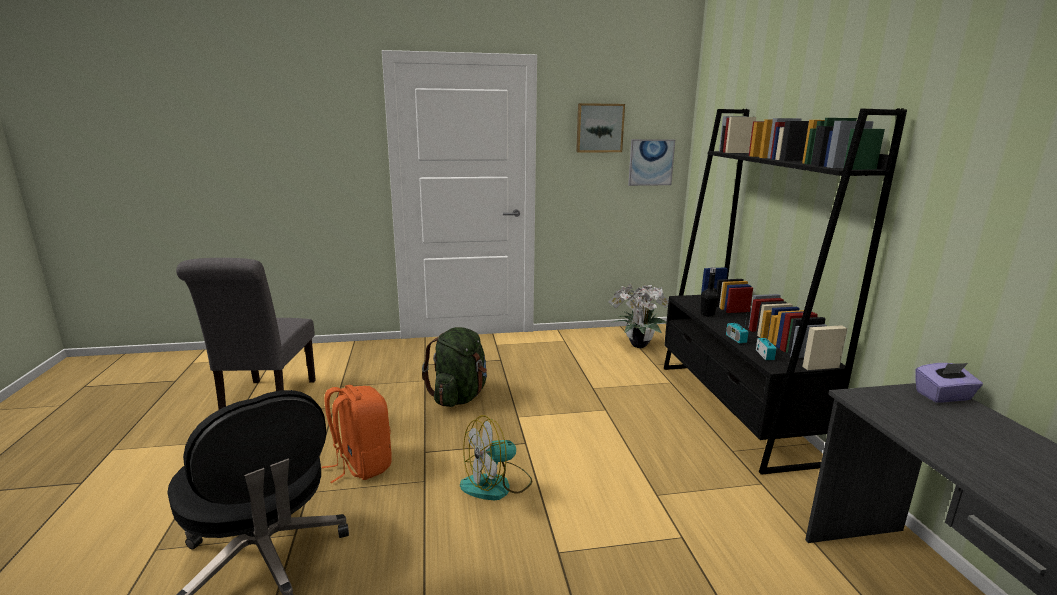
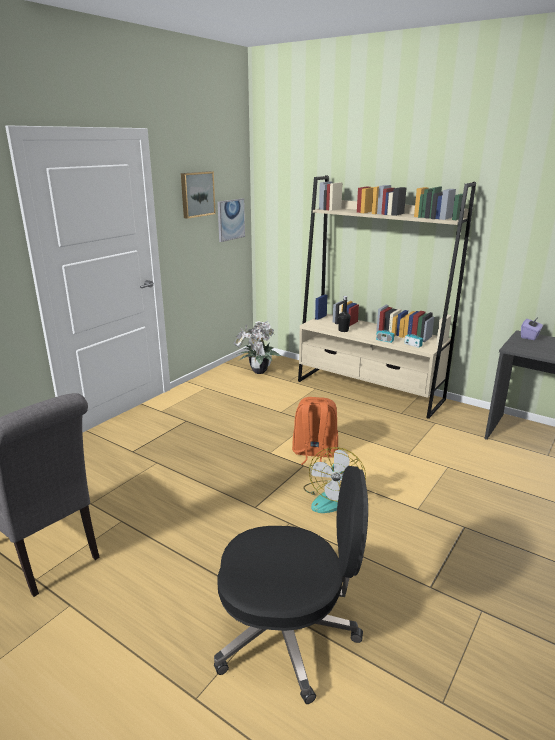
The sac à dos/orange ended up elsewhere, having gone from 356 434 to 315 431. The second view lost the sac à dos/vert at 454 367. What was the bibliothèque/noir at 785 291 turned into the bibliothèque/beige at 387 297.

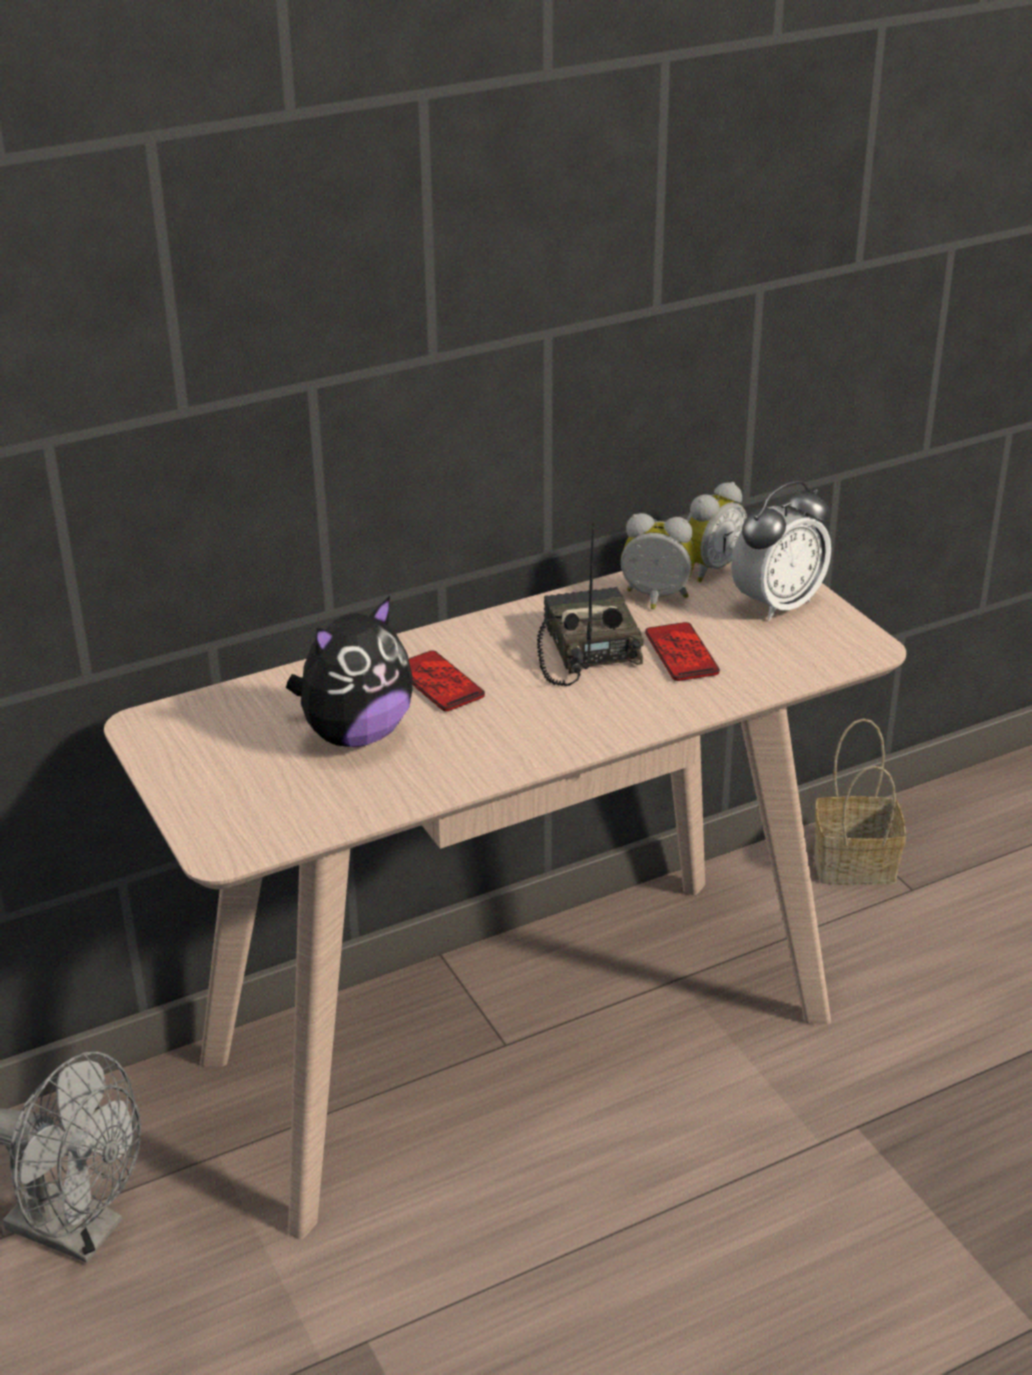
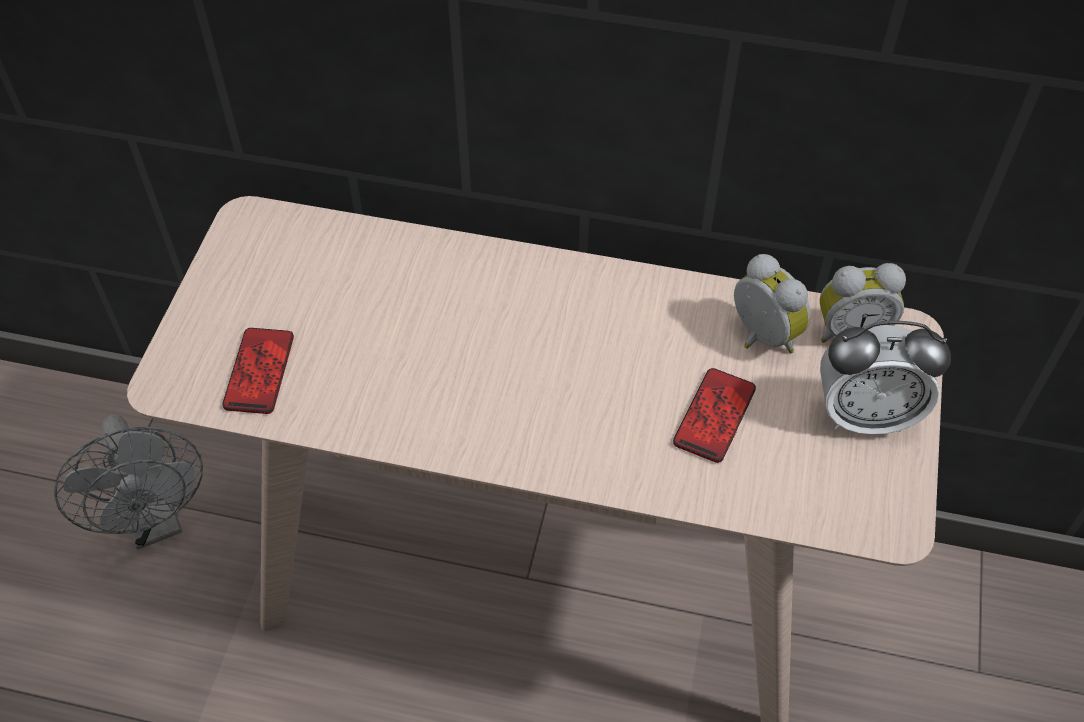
The second view lost the peluche at 349 671. The téléphone ended up elsewhere, having gone from 447 681 to 258 371. The second view lost the radio at 590 604. The second view lost the panier at 860 802.

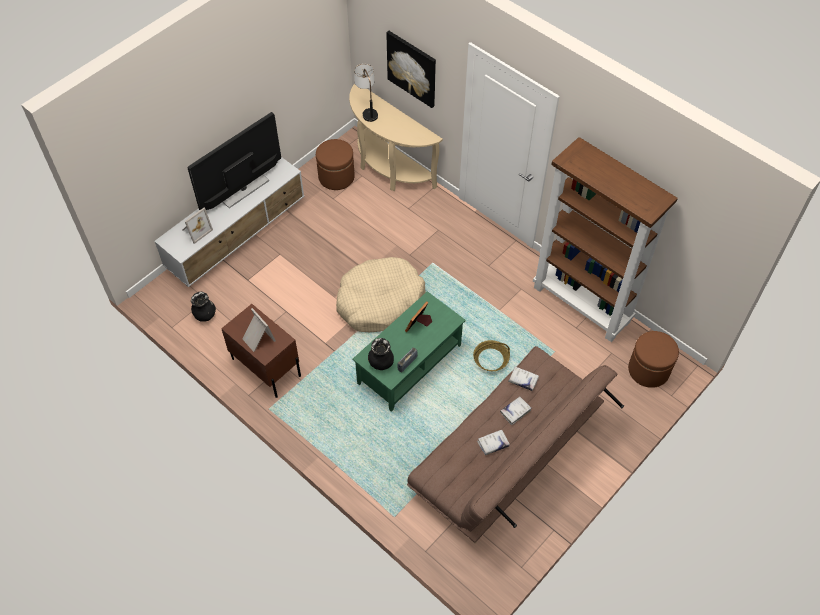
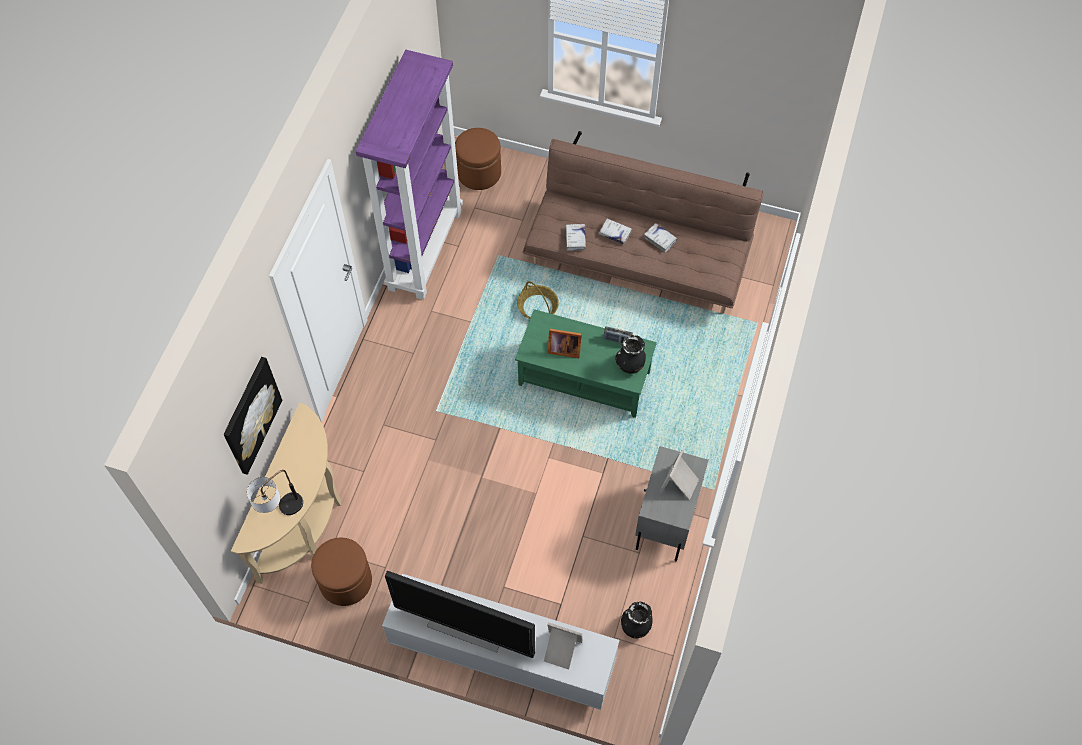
What was the table de chevet/marron at 261 351 turned into the table de chevet/gris at 671 503. The second view lost the panier pour chien/beige at 381 294. What was the bibliothèque/marron at 605 239 turned into the bibliothèque/violet at 409 175.

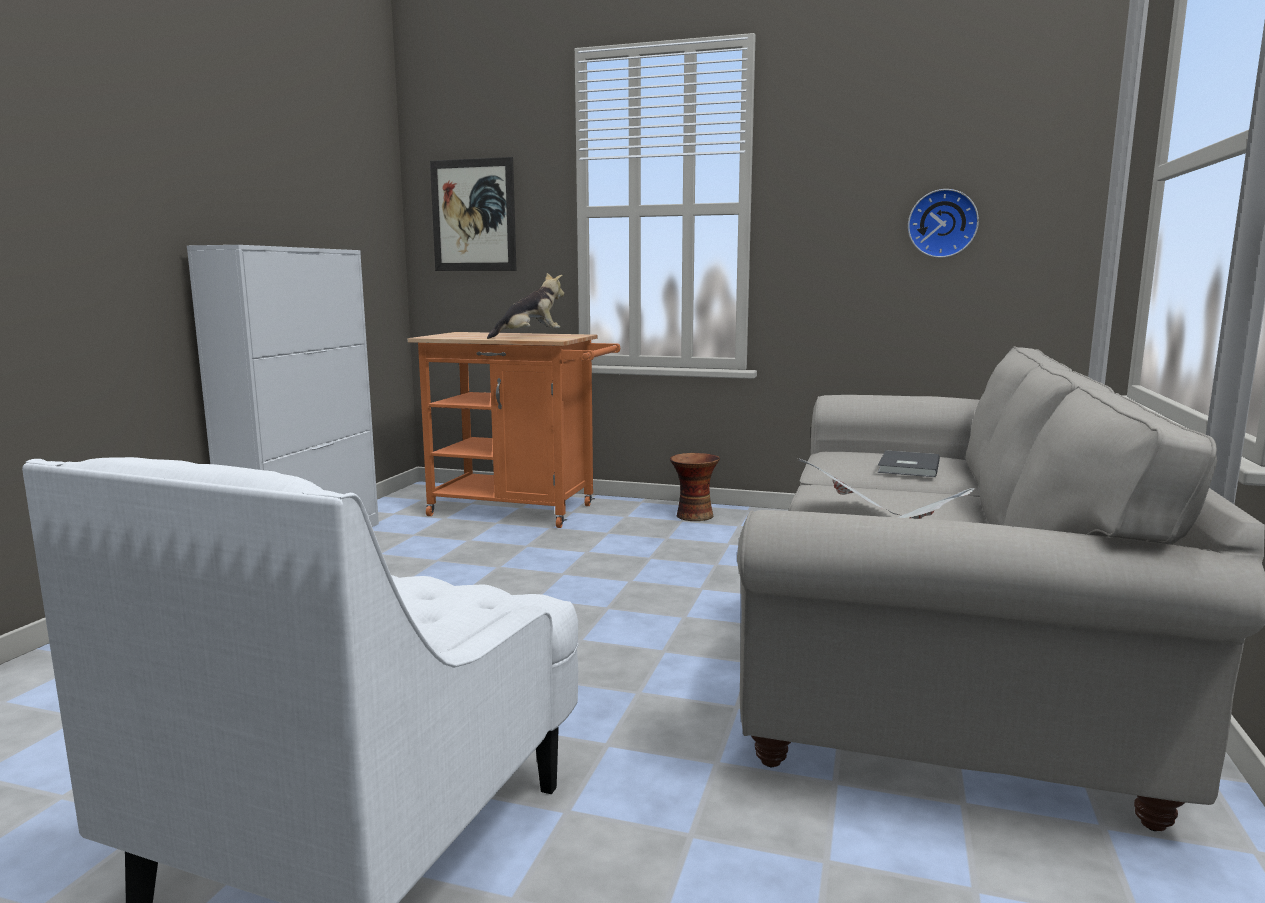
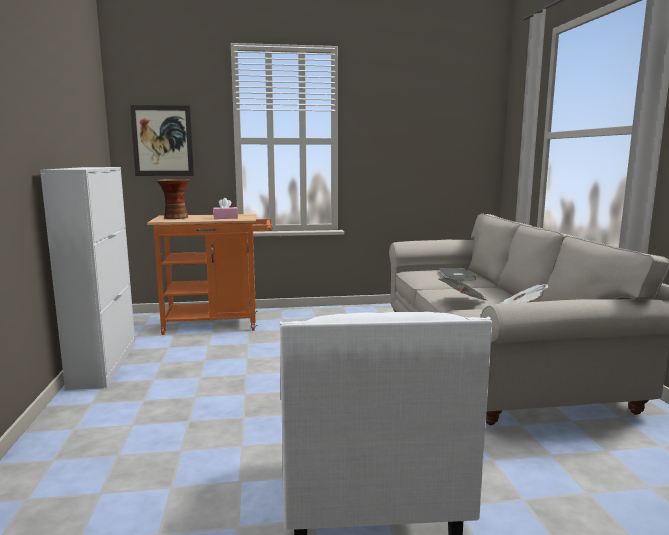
Where the peluche stood at 525 306, the boîte à mouchoirs/rose came to stand at 225 208. The vase ended up elsewhere, having gone from 695 487 to 173 199. The second view lost the horloge murale at 943 223.

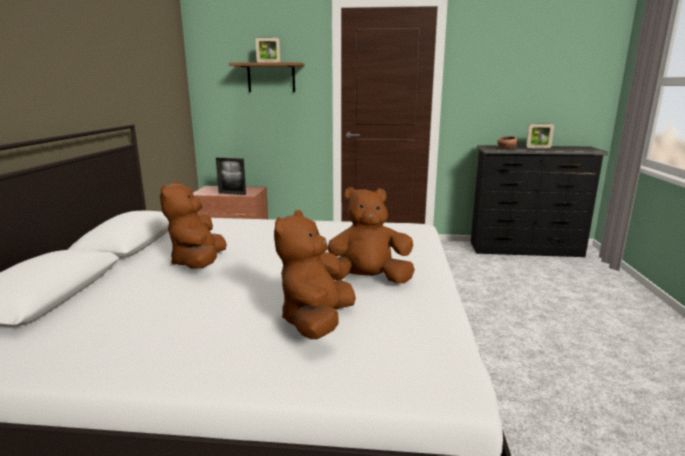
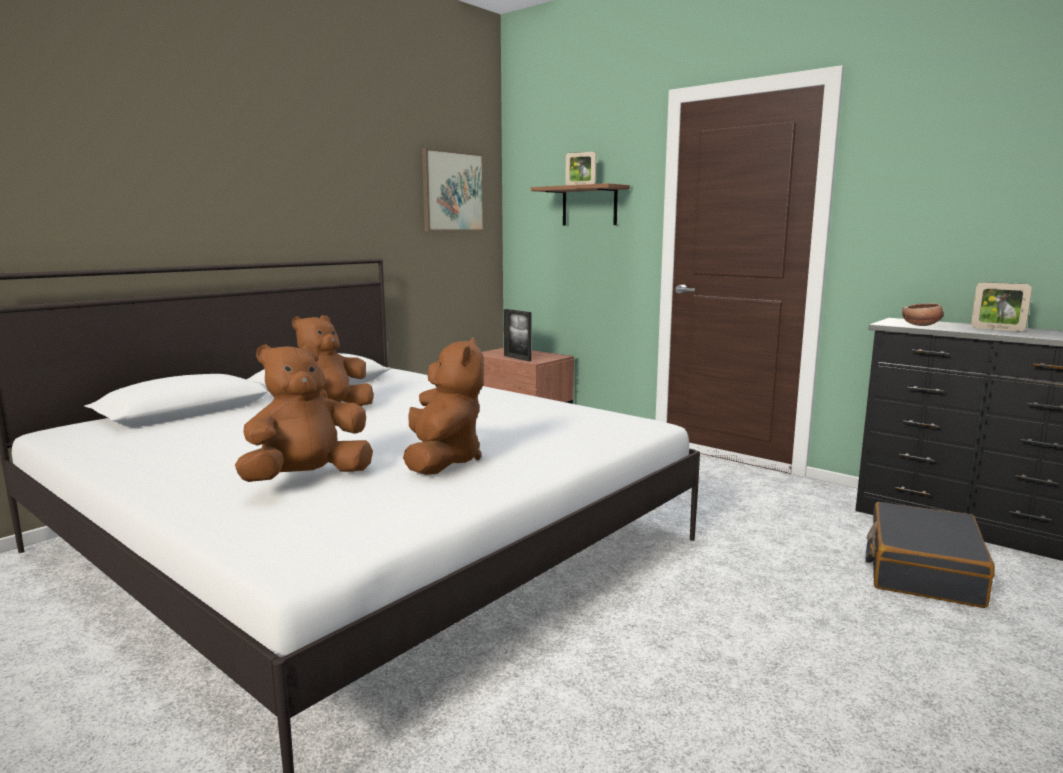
The peluche/marron at 371 235 ended up facing another way, 60 degrees clockwise from before. The second view gained the tableau at 453 189. The second view gained the valise/noir at 930 555.

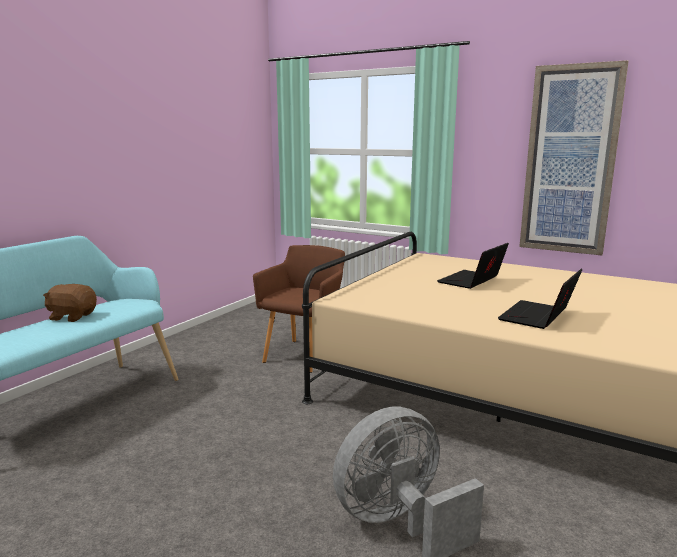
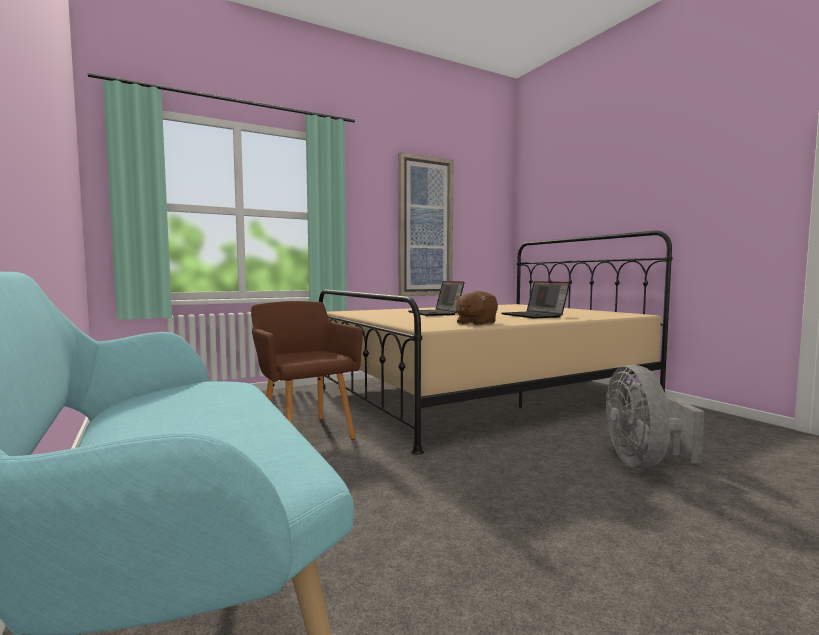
The peluche/marron ended up elsewhere, having gone from 70 303 to 476 308.

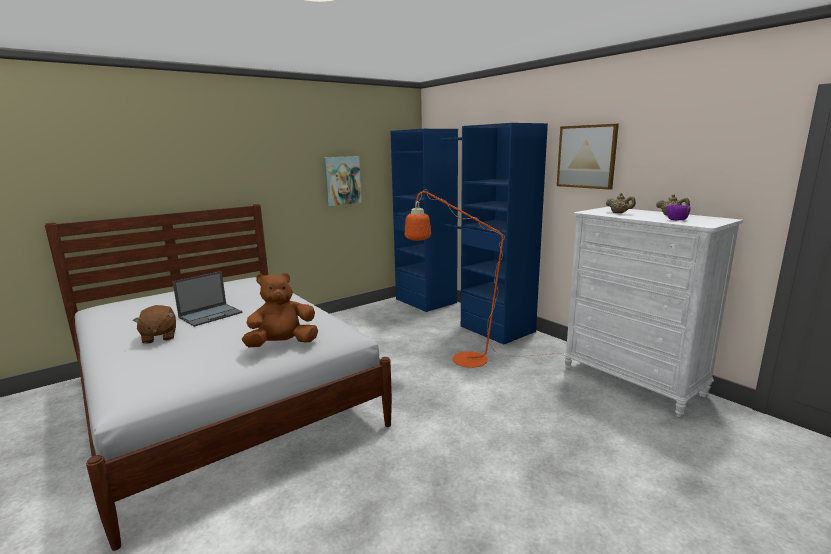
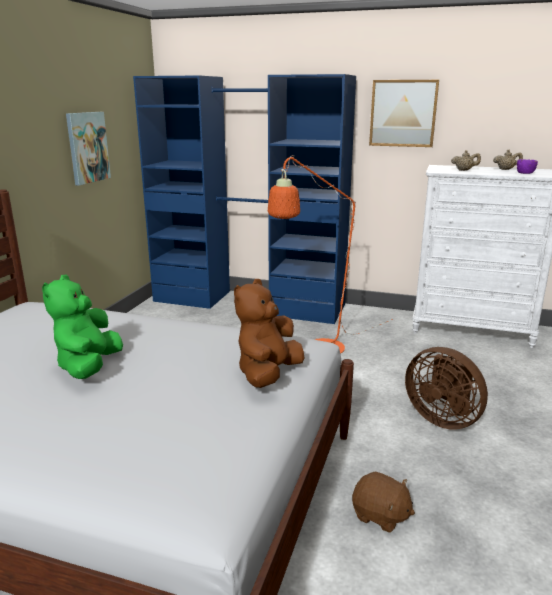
The peluche/marron ended up elsewhere, having gone from 154 324 to 383 502. Where the ordinateur portable stood at 207 299, the peluche/vert came to stand at 82 327. The second view gained the ventilateur/marron at 446 388.

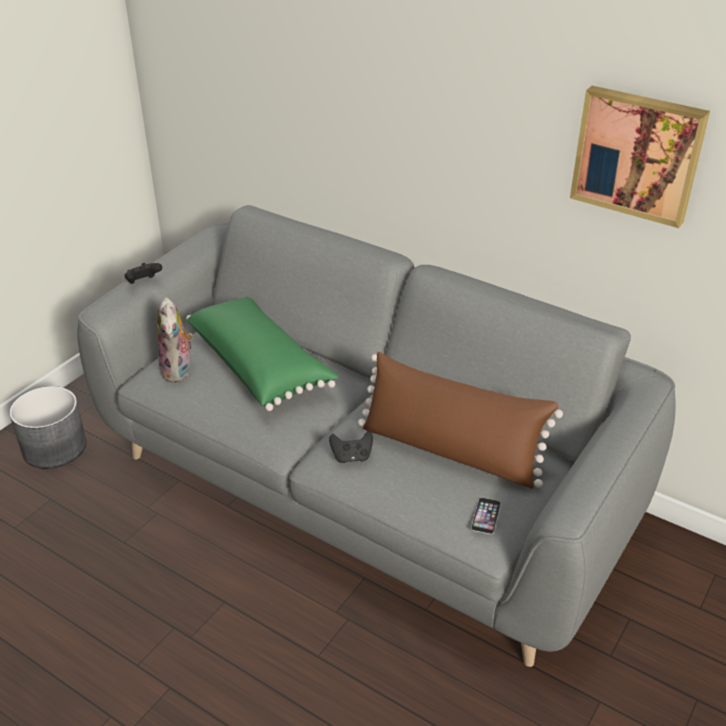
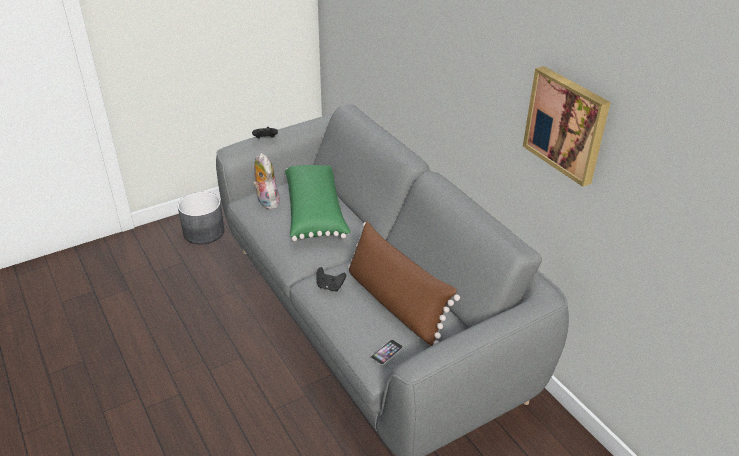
The peluche at 175 340 ended up facing another way, 135 degrees clockwise from before.

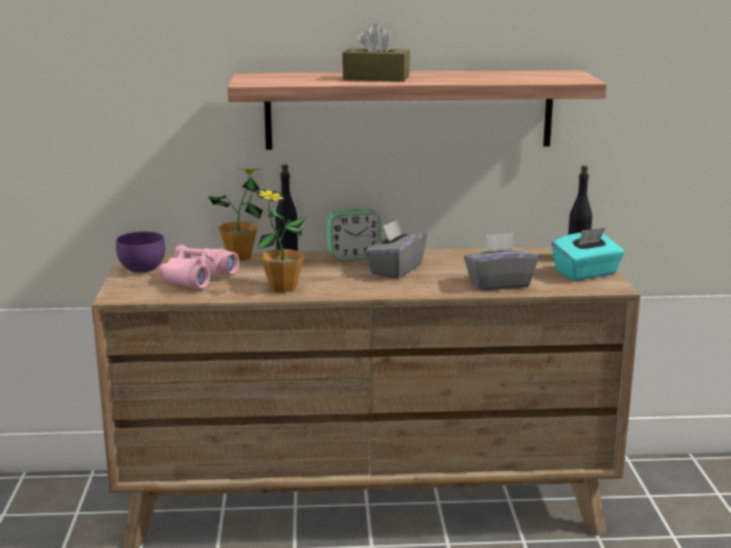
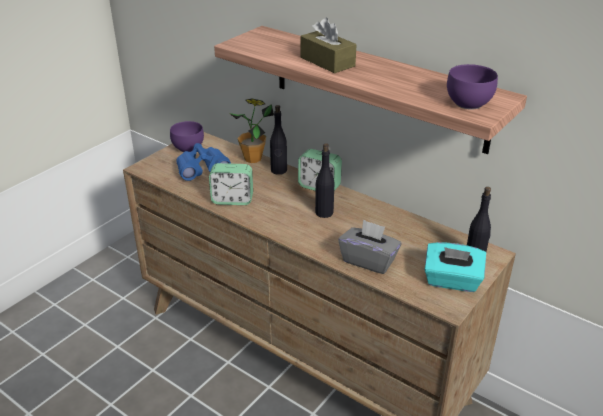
What was the jumelles/rose at 199 267 turned into the jumelles/bleu at 203 162. Where the plante en pot stood at 281 241, the réveil came to stand at 231 184. Where the boîte à mouchoirs/gris stood at 396 249, the bouteille/noir came to stand at 324 180. The second view gained the bol/violet at 472 87.

